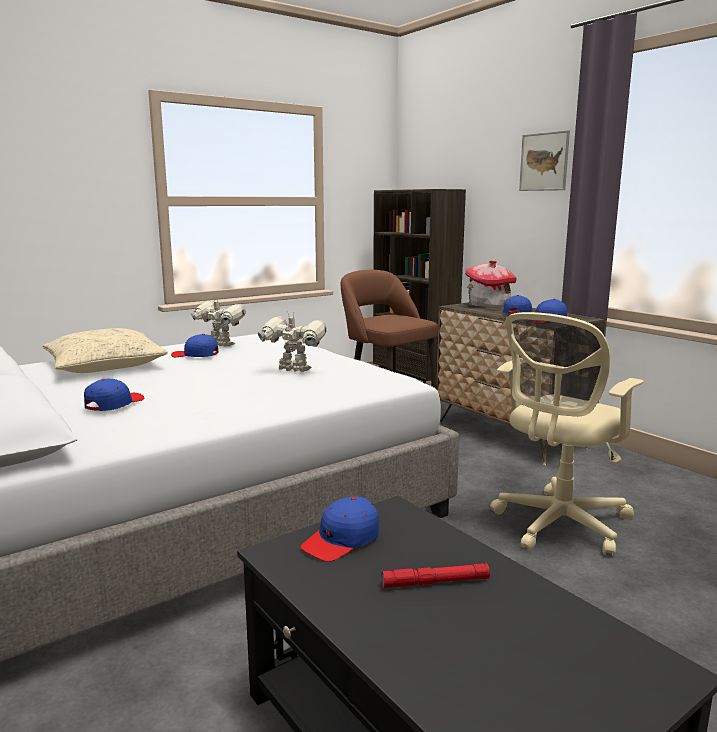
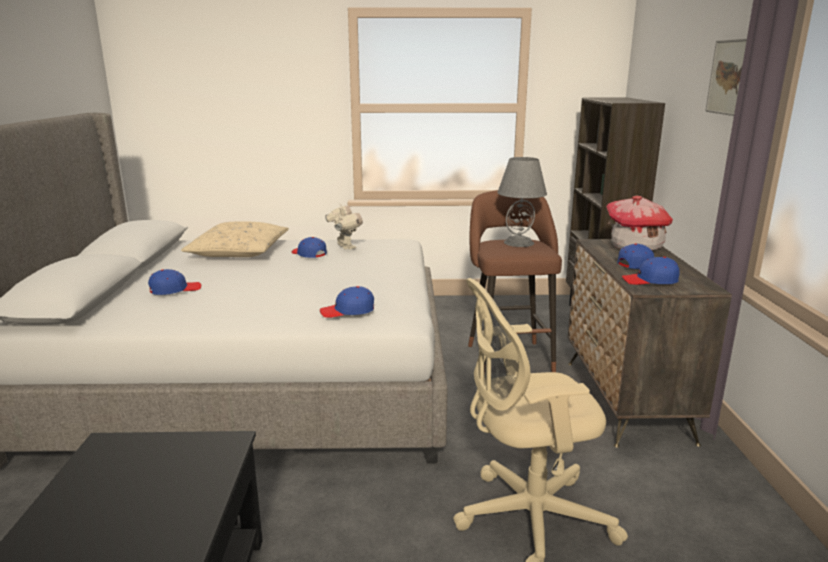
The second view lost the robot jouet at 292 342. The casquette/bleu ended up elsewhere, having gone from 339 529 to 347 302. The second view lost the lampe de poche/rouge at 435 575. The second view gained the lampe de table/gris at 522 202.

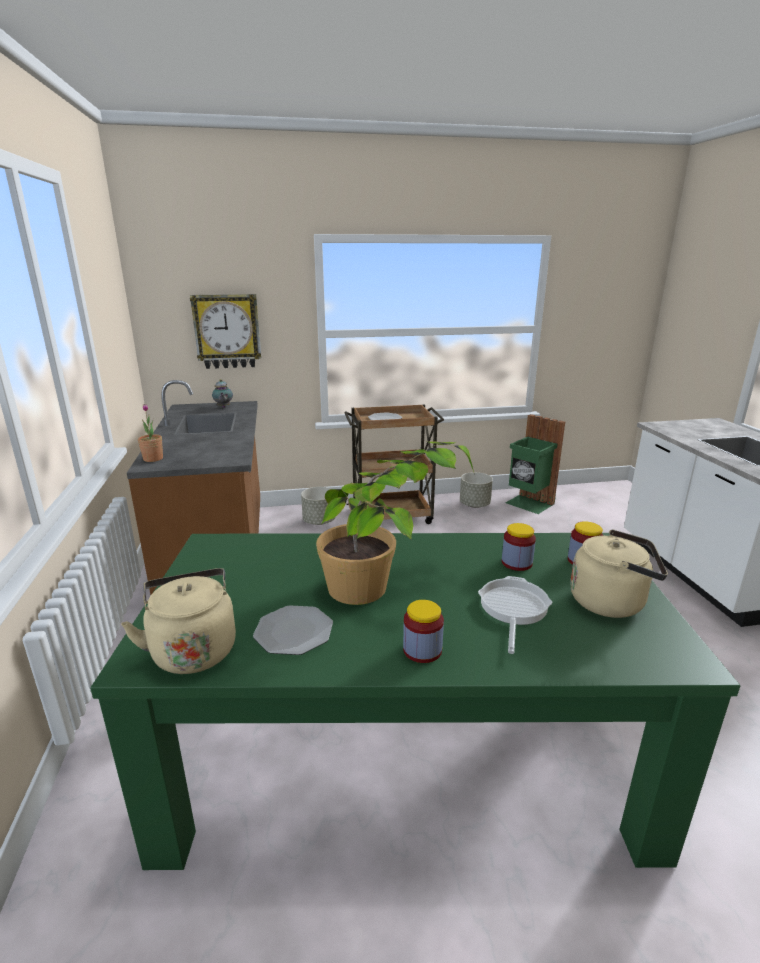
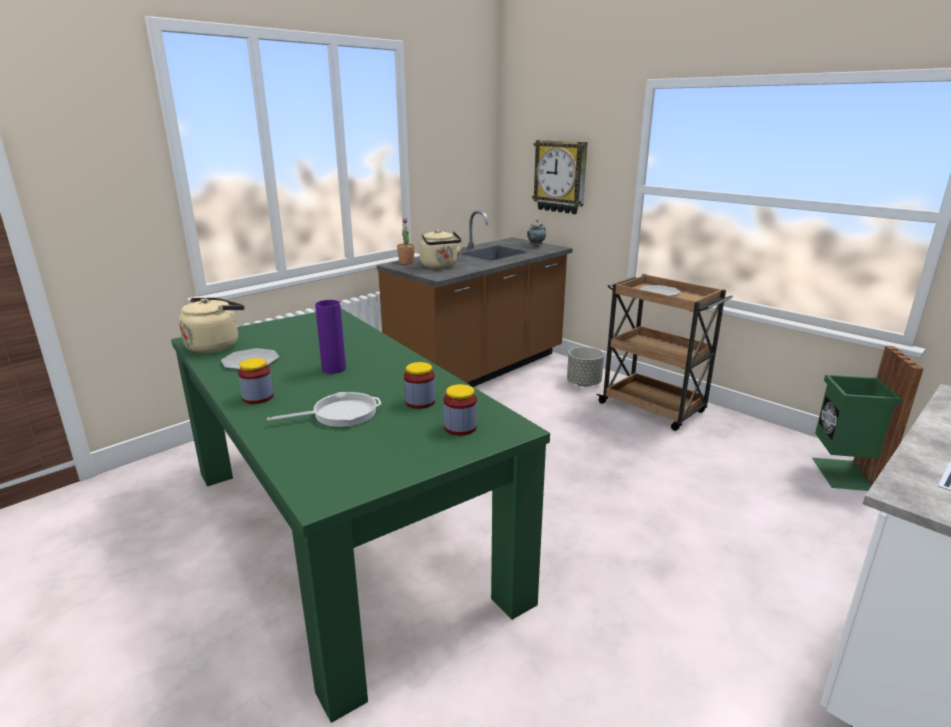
Where the plante en pot stood at 395 523, the vase/violet came to stand at 330 337. The second view lost the cache-pot/gris at 476 490. The bouilloire/beige ended up elsewhere, having gone from 619 573 to 441 249.

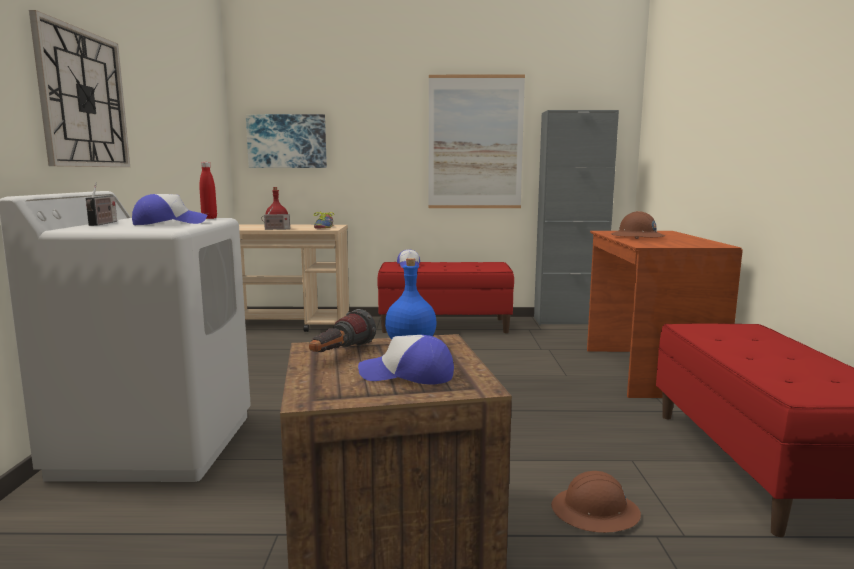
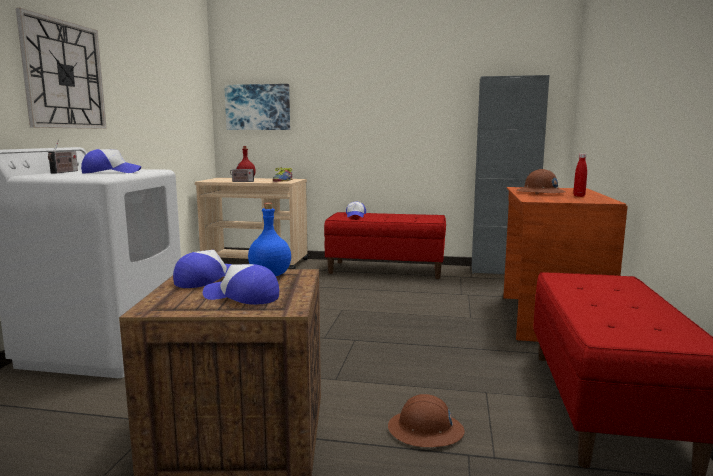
The bouteille/rouge ended up elsewhere, having gone from 208 190 to 580 175. Where the lampe de poche stood at 342 330, the casquette came to stand at 203 269. The second view lost the tableau at 477 141.

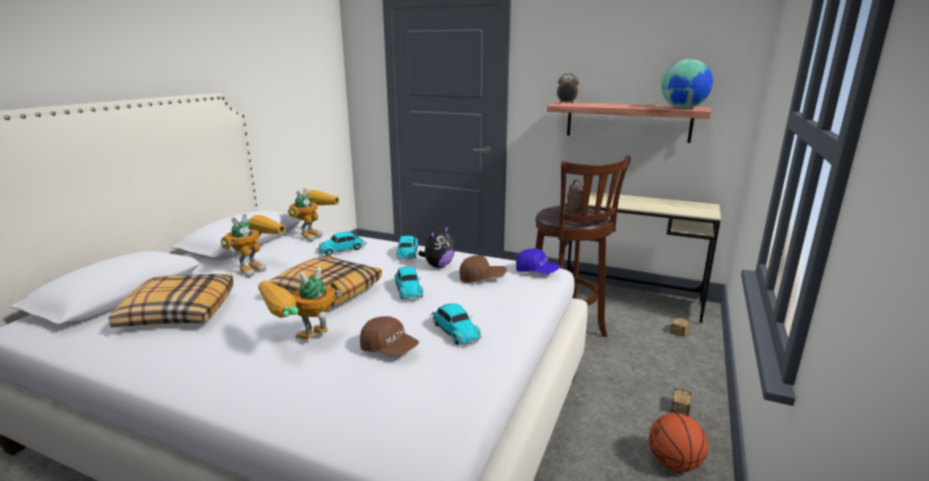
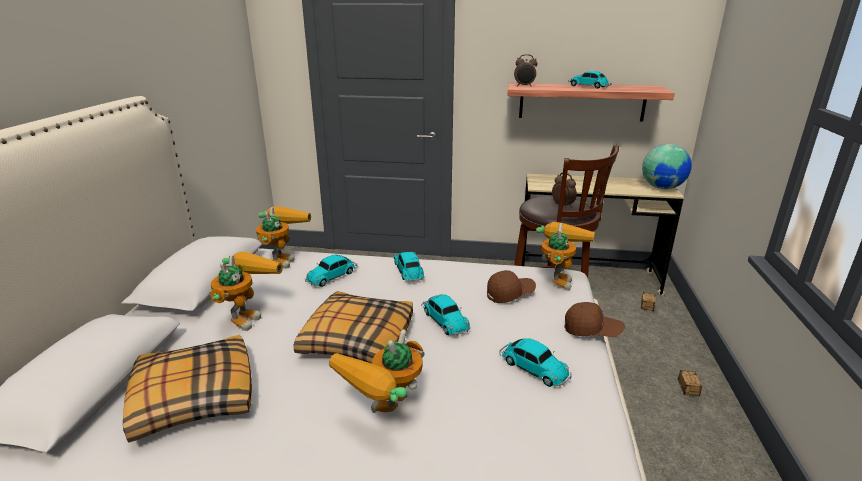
The casquette/marron ended up elsewhere, having gone from 389 336 to 594 319. The second view lost the peluche at 436 246. Where the casquette/bleu stood at 538 261, the robot jouet came to stand at 565 256. The second view lost the ballon de basket at 678 442. The globe ended up elsewhere, having gone from 687 83 to 667 166. The second view gained the petite voiture at 590 80.

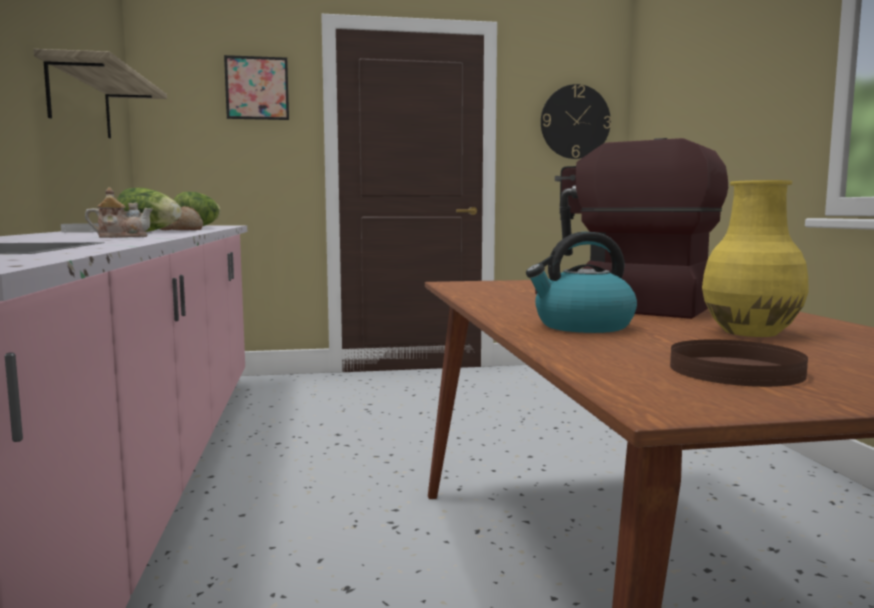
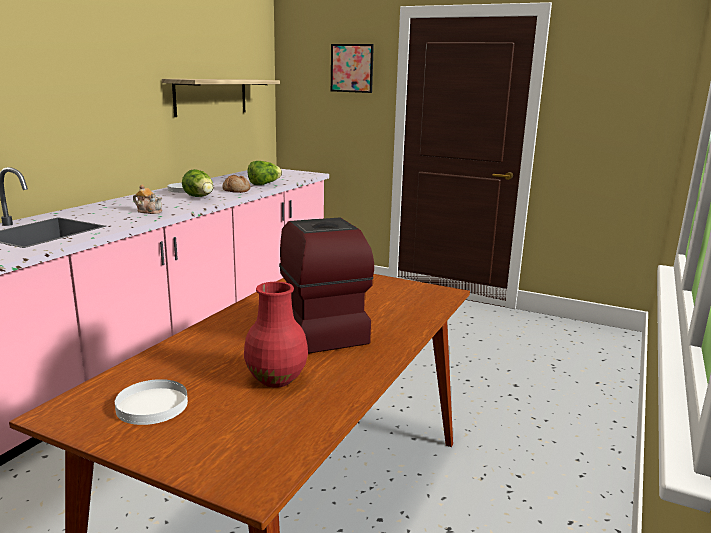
The second view lost the bouilloire at 581 282. The second view lost the horloge murale at 576 121. What was the assiette/marron at 739 363 turned into the assiette/blanc at 151 402. What was the vase/jaune at 755 258 turned into the vase/rouge at 276 335.

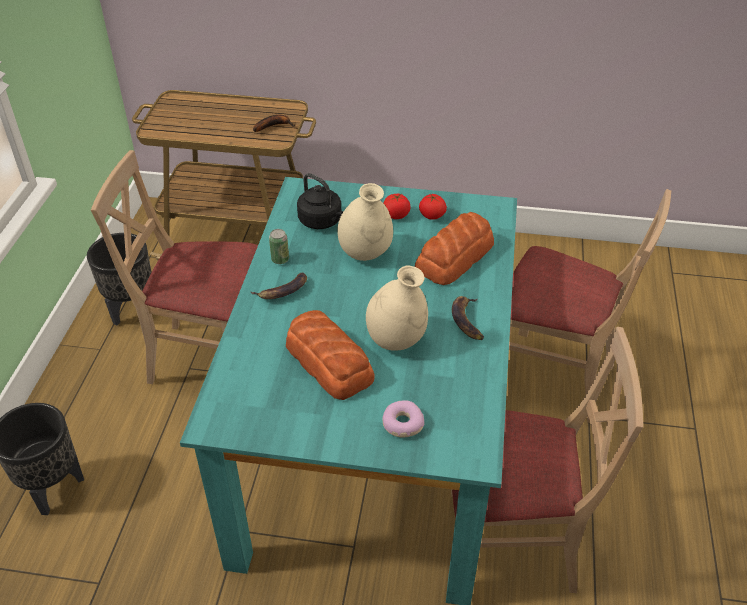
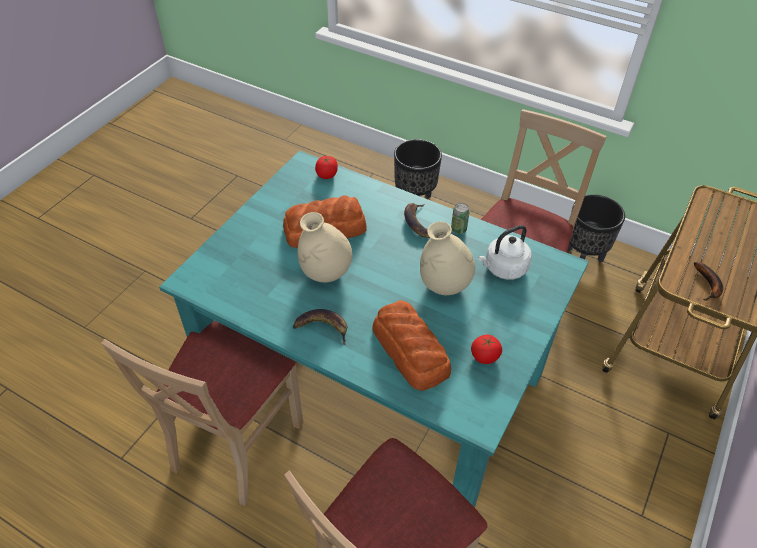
What was the bouilloire/noir at 320 201 turned into the bouilloire/blanc at 505 252. The second view lost the beignet at 403 419. The tomate ended up elsewhere, having gone from 397 206 to 326 167.

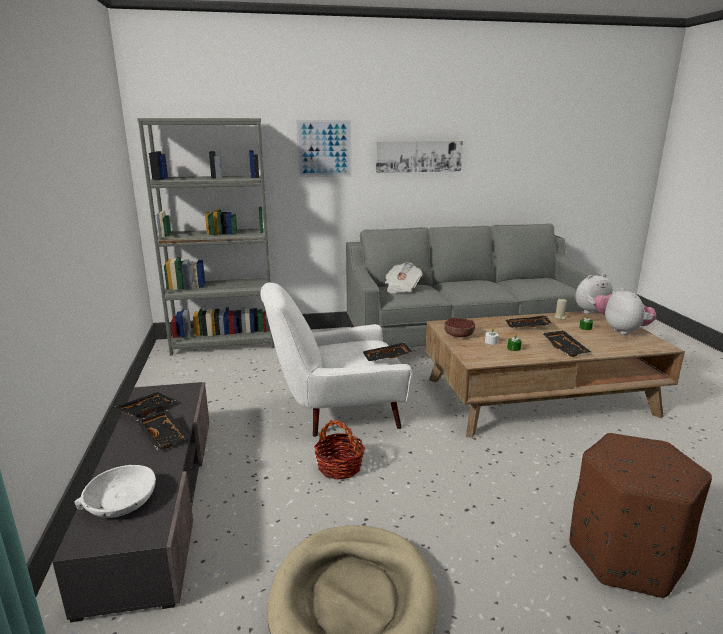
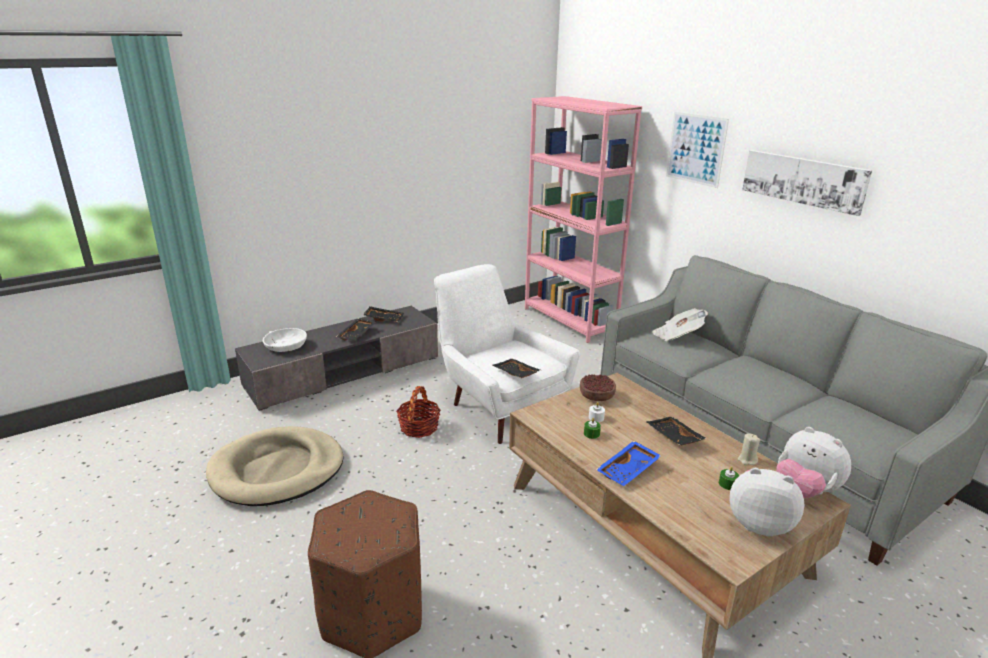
What was the bibliothèque/gris at 205 237 turned into the bibliothèque/rose at 583 219. What was the plateau/noir at 566 343 turned into the plateau/bleu at 628 463. The peluche at 630 311 ended up facing another way, 120 degrees counterclockwise from before.

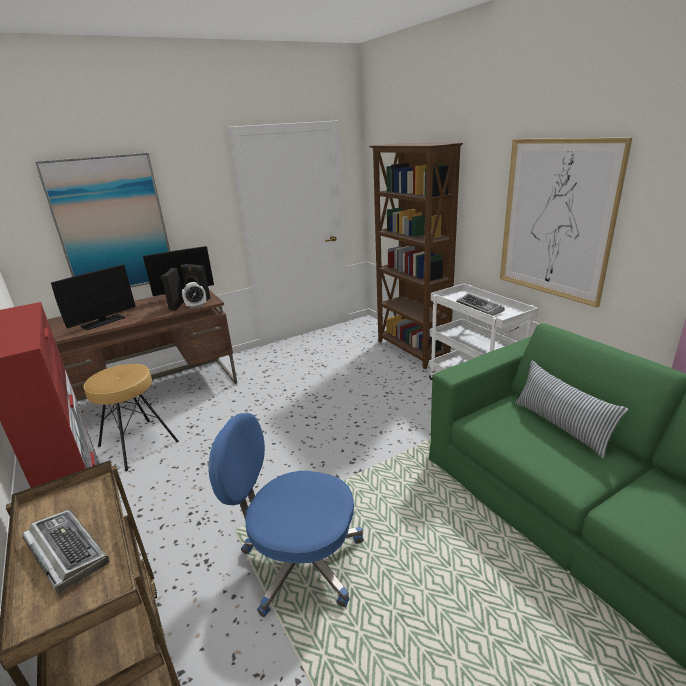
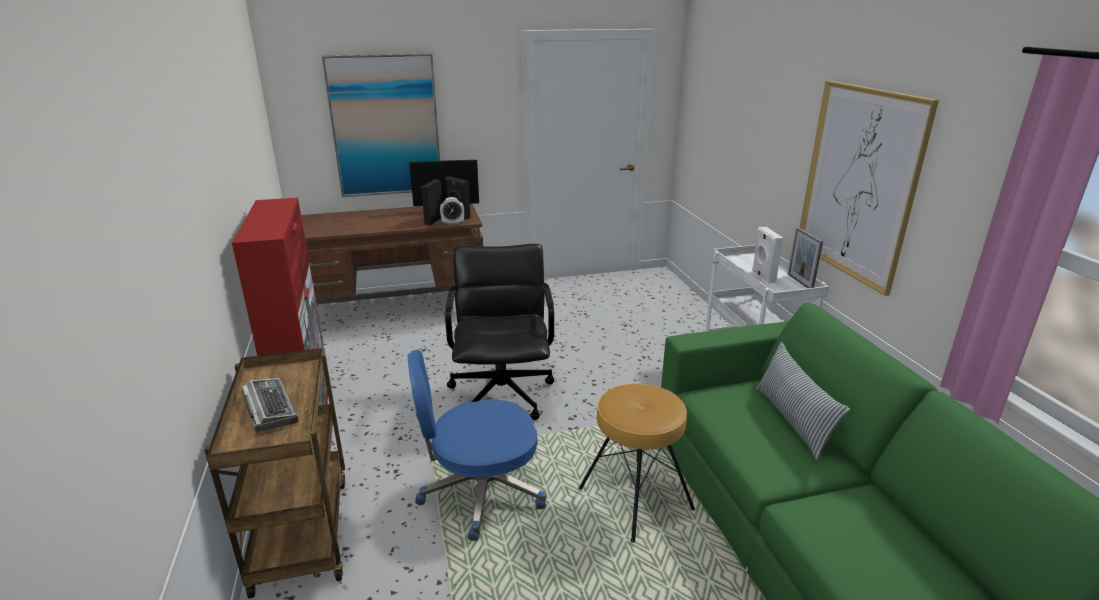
The second view lost the écran d'ordinateur at 93 297. The tabouret/marron ended up elsewhere, having gone from 131 417 to 637 463. The chaise de bureau/bleu at 286 515 ended up facing another way, 45 degrees counterclockwise from before. The second view lost the bibliothèque/marron at 416 256. Where the clavier stood at 480 304, the enceinte/blanc came to stand at 767 255. The second view gained the chaise de bureau/noir at 499 332. The second view gained the cadre photo at 805 257.

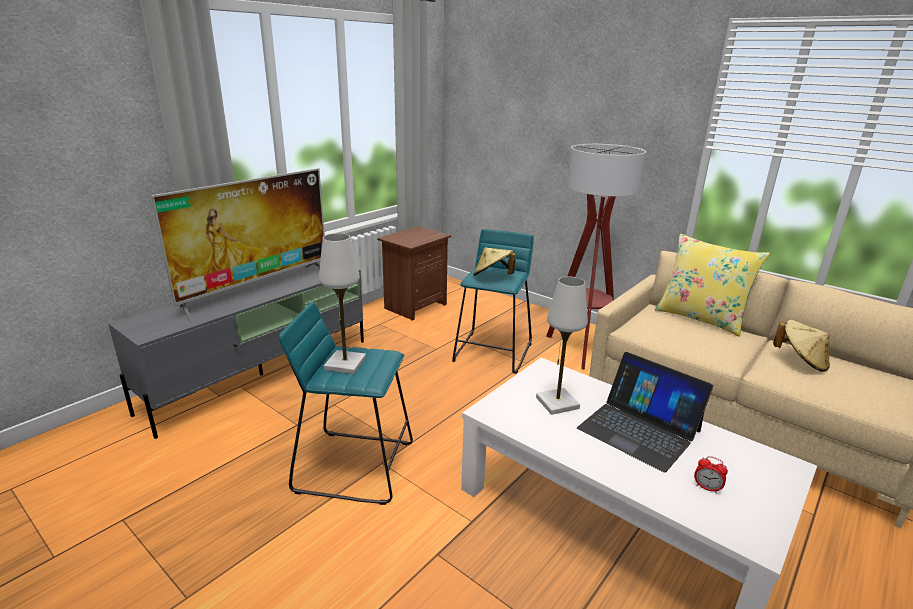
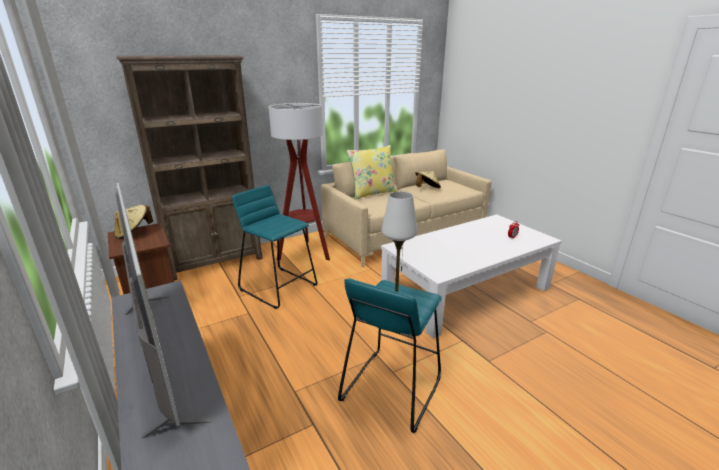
The chapeau/beige ended up elsewhere, having gone from 494 261 to 133 222. The second view lost the lampe de table/blanc at 562 345. The second view lost the ordinateur portable at 645 412. The second view gained the bibliothèque/marron at 189 168.

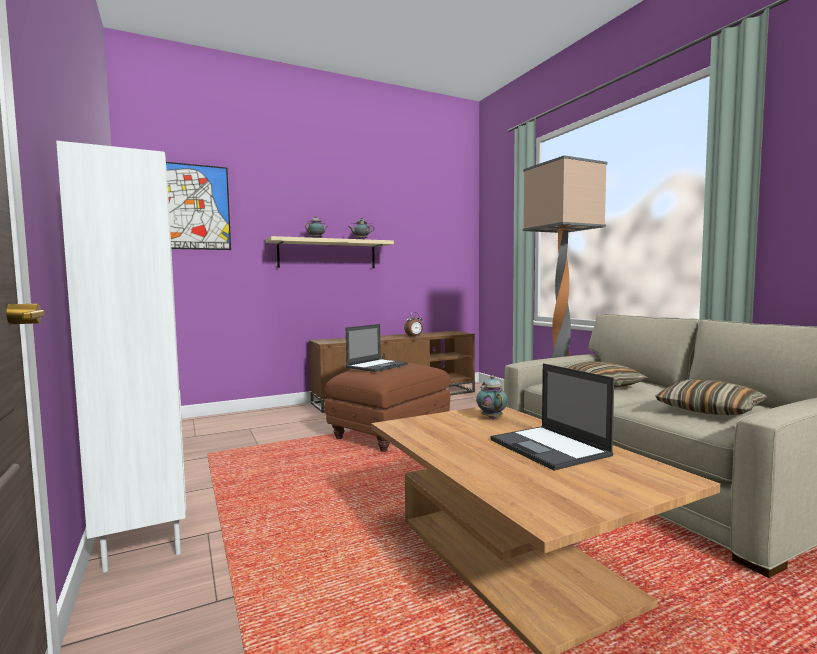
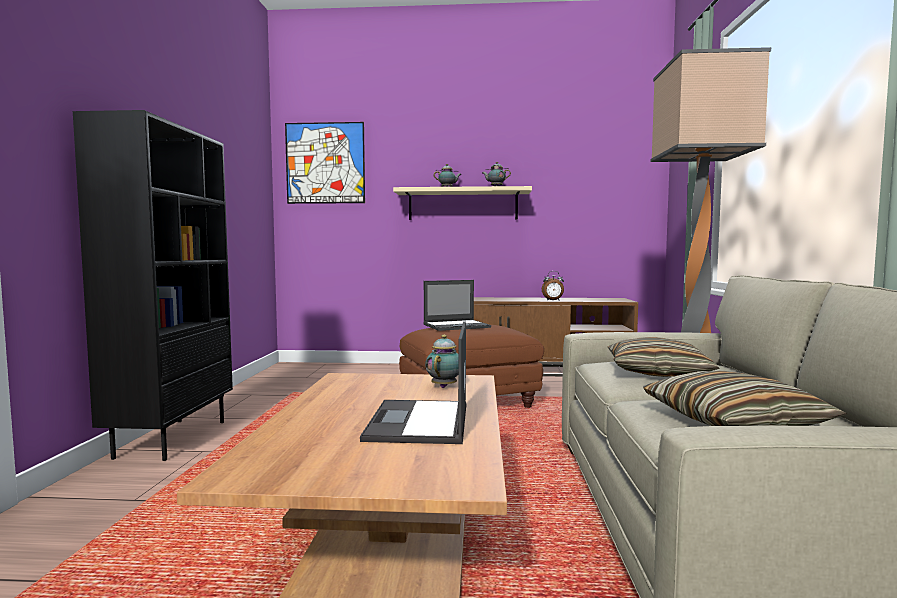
What was the bibliothèque/blanc at 121 357 turned into the bibliothèque/noir at 153 285.

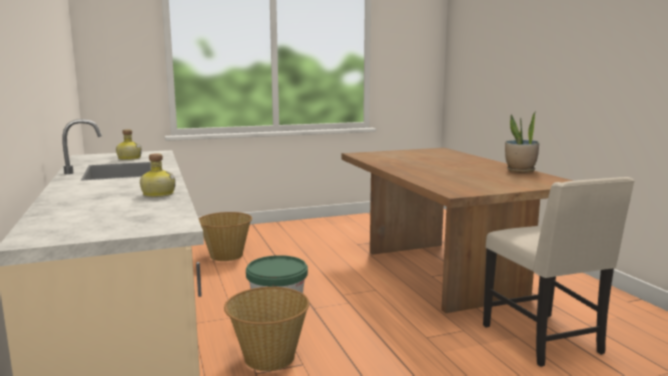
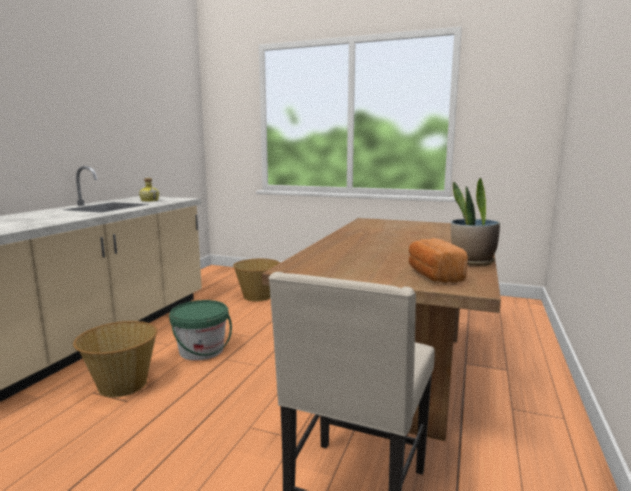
The second view lost the bouteille at 158 175. The second view gained the pain at 438 260.

